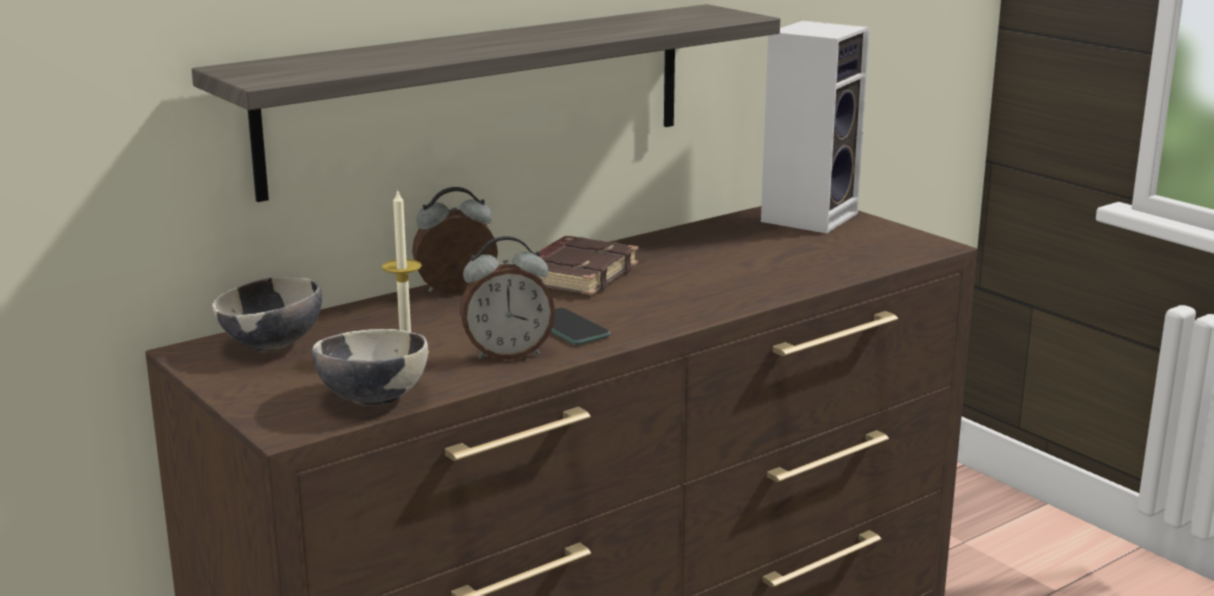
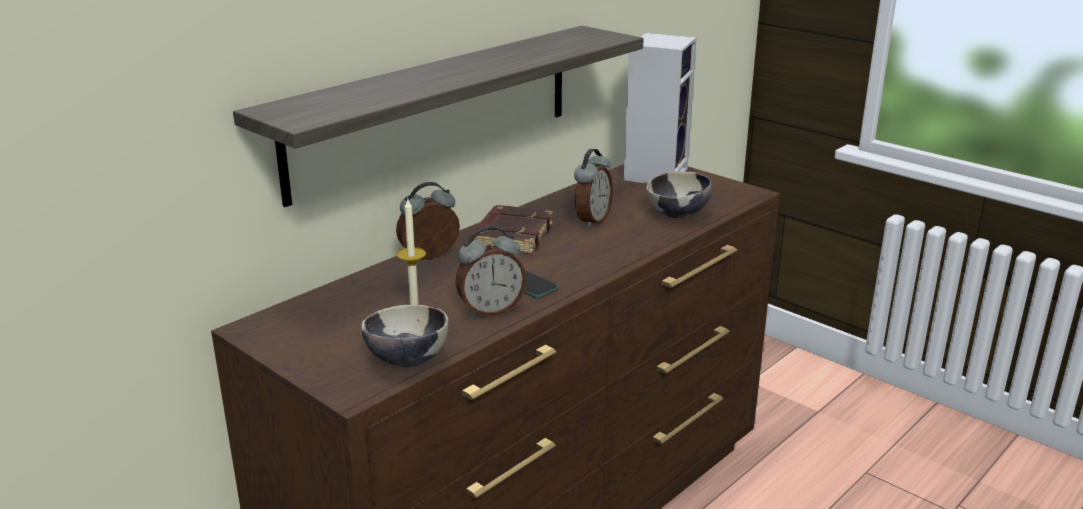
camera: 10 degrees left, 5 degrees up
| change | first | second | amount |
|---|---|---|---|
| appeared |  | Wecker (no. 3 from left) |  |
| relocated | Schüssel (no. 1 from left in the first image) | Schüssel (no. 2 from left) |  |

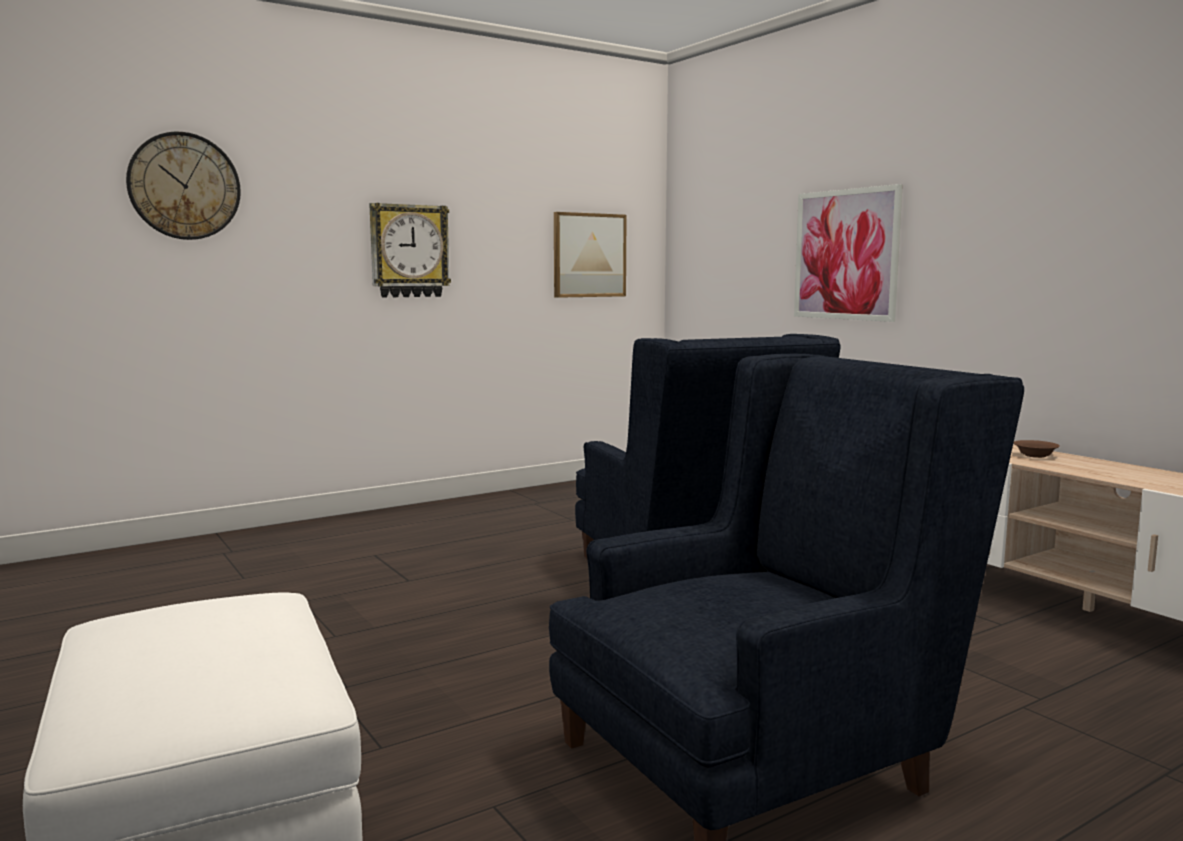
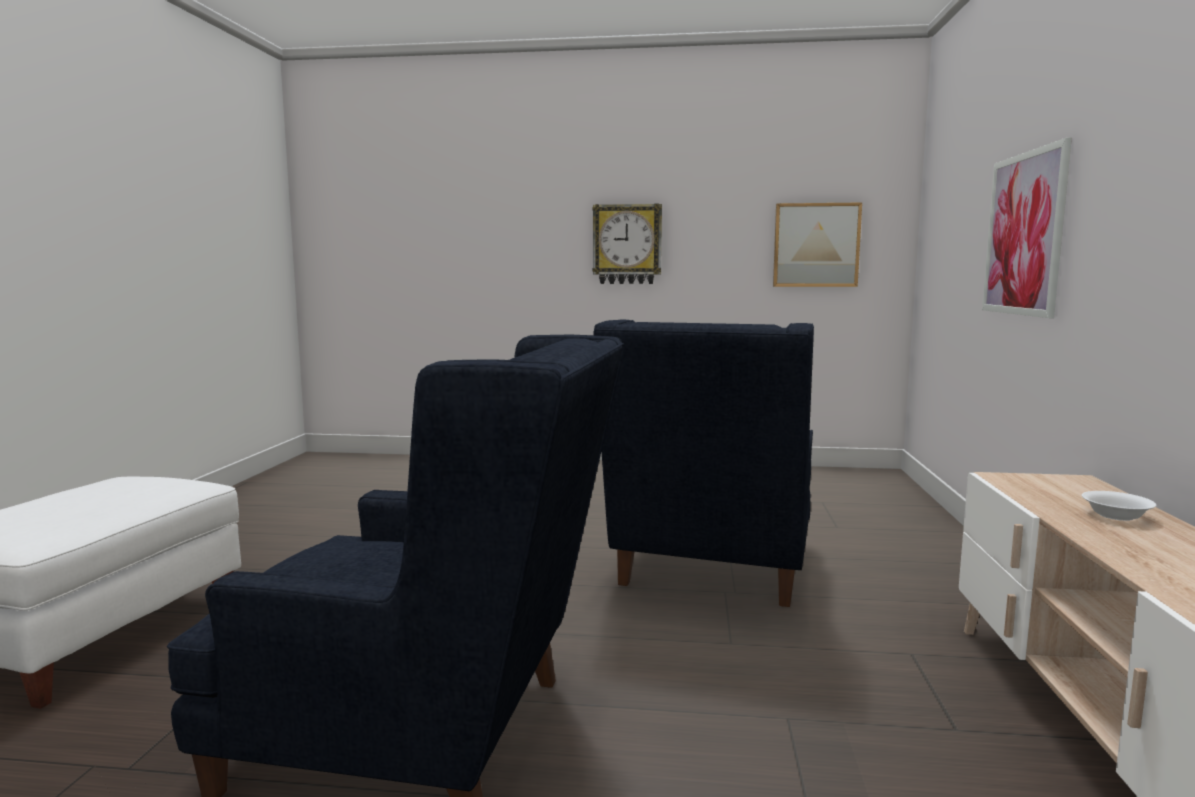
camera: 40 degrees right, 0 degrees up
| change | first | second | amount |
|---|---|---|---|
| missing | Wanduhr (no. 1 from left) |  |  |
| colour | Schüssel [braun] | Schüssel [weiß] |  |

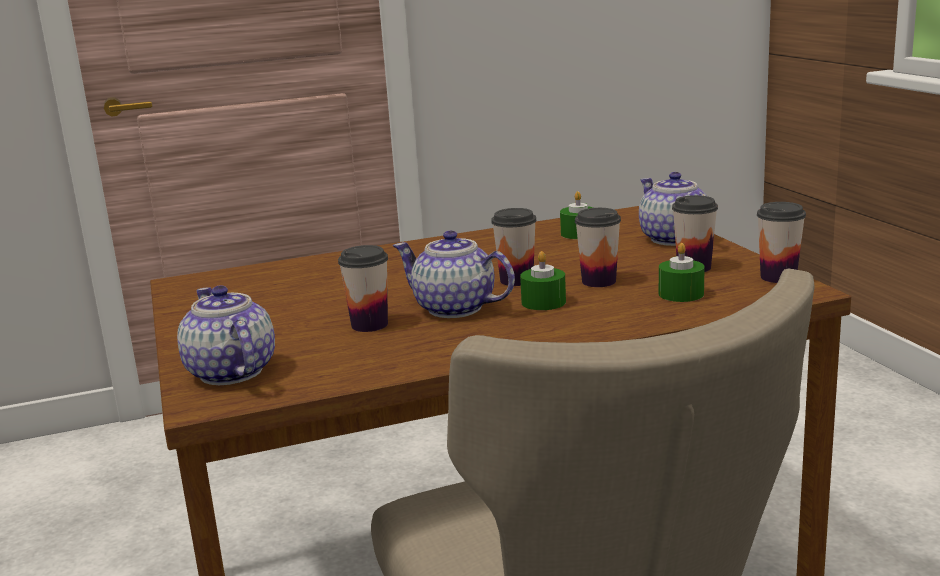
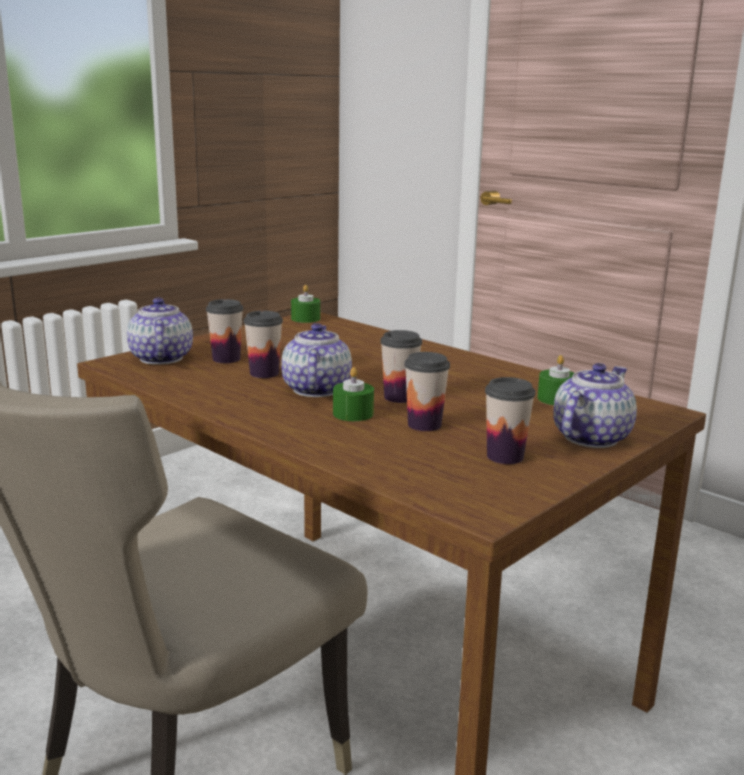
camera: 60 degrees right, 0 degrees up
| change | first | second | amount |
|---|---|---|---|
| relocated | Kerze [grün] (no. 3 from left in the first image) | Kerze [grün] (no. 1 from left) |  |
| relocated | Tasse (no. 5 from left in the first image) | Tasse (no. 1 from left) |  |
| spun | Teekanne (no. 1 from left) |  | 45 degrees counterclockwise |

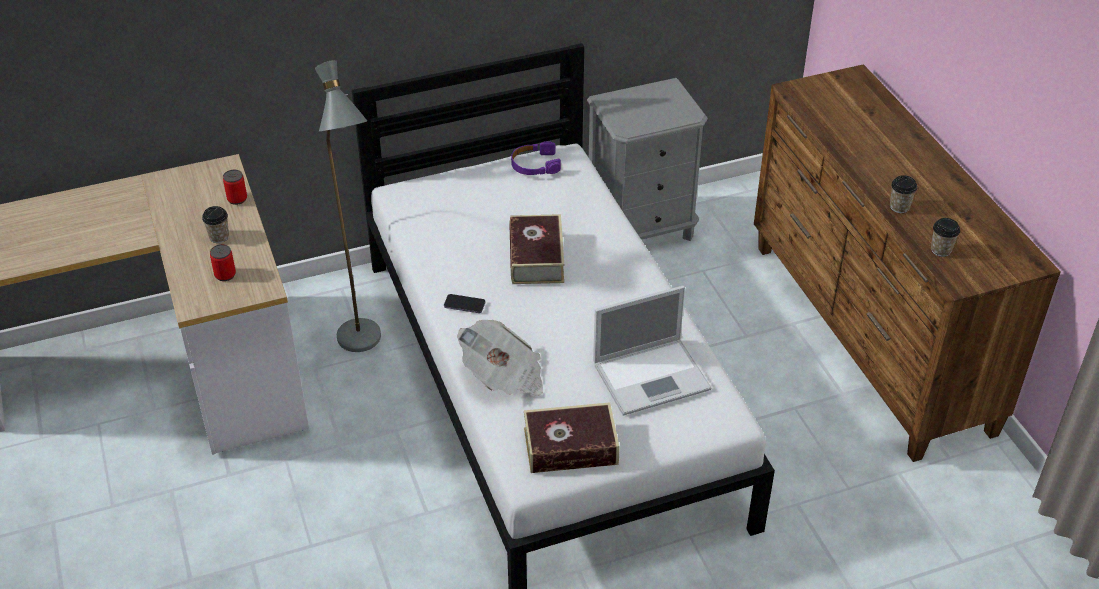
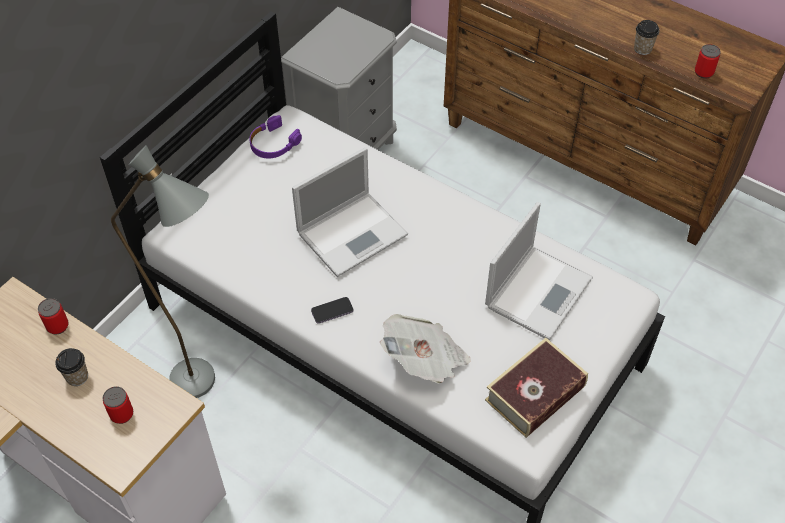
camera: 35 degrees left, 10 degrees up
| change | first | second | amount |
|---|---|---|---|
| exchanged | Buch (no. 1 from left) | Laptop (no. 1 from left) |  |
| exchanged | Tasse (no. 3 from left) | Dose (no. 3 from left) |  |

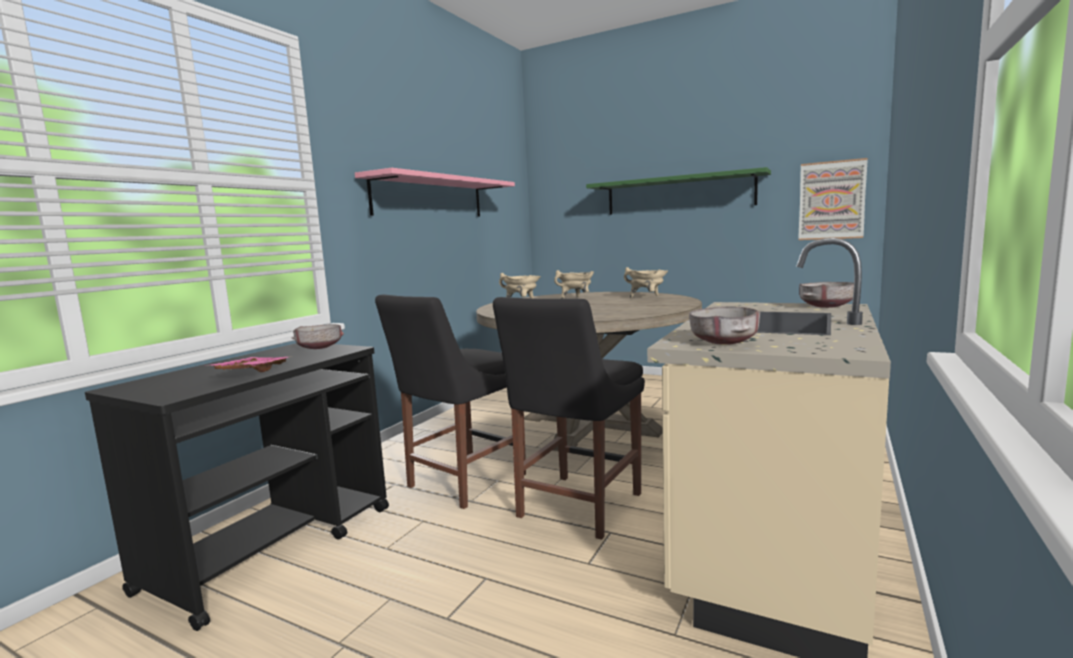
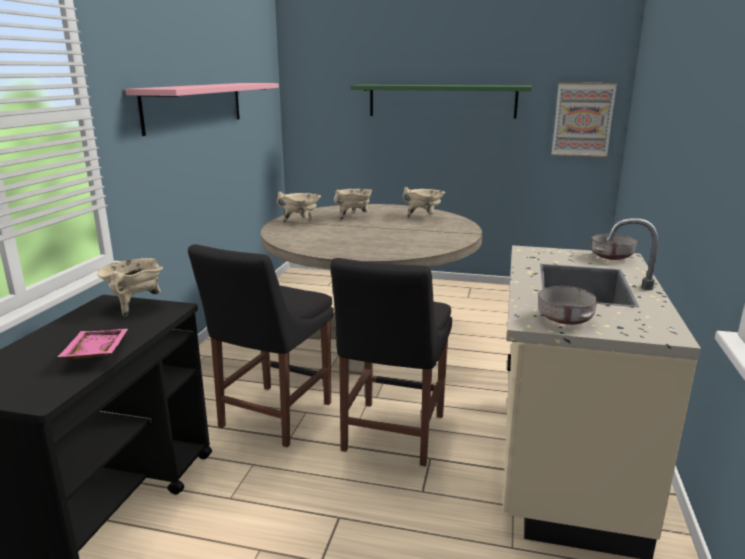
camera: 15 degrees left, 10 degrees up
| change | first | second | amount |
|---|---|---|---|
| exchanged | Schüssel [grau] (no. 1 from left) | Kochtopf [beige] (no. 1 from left) |  |

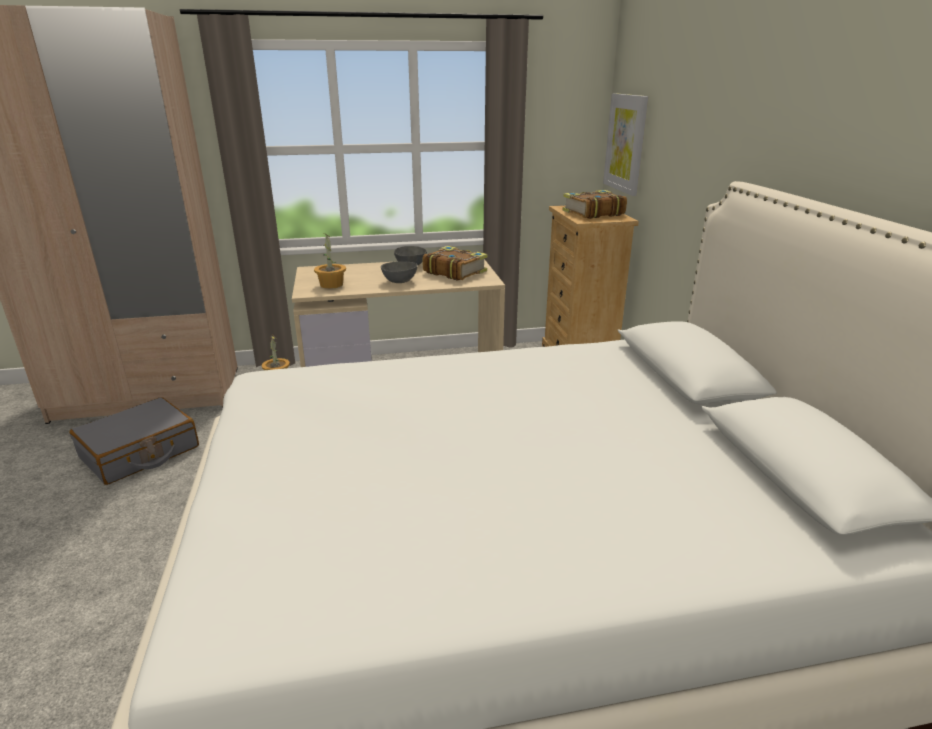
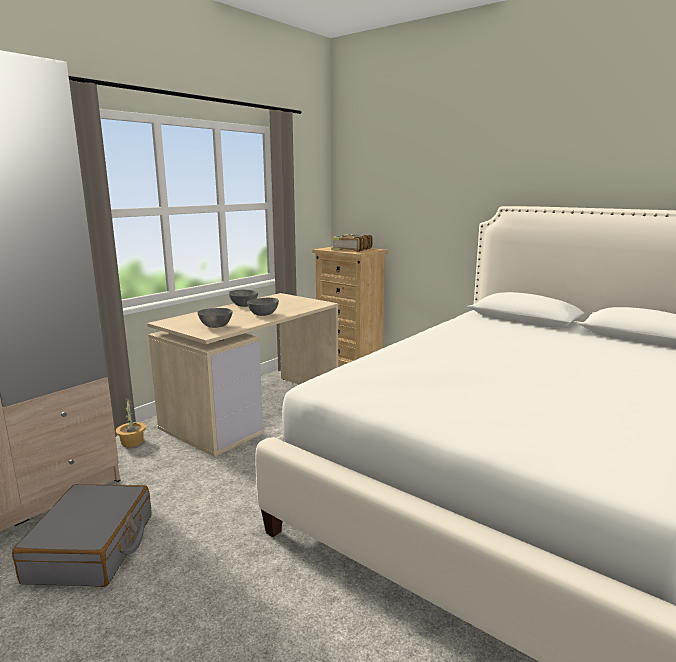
camera: 40 degrees left, 10 degrees down
| change | first | second | amount |
|---|---|---|---|
| missing | Buch (no. 1 from left) |  |  |
| missing | Bild |  |  |
| exchanged | Topfpflanze (no. 2 from left) | Schüssel [grau] (no. 1 from left) |  |

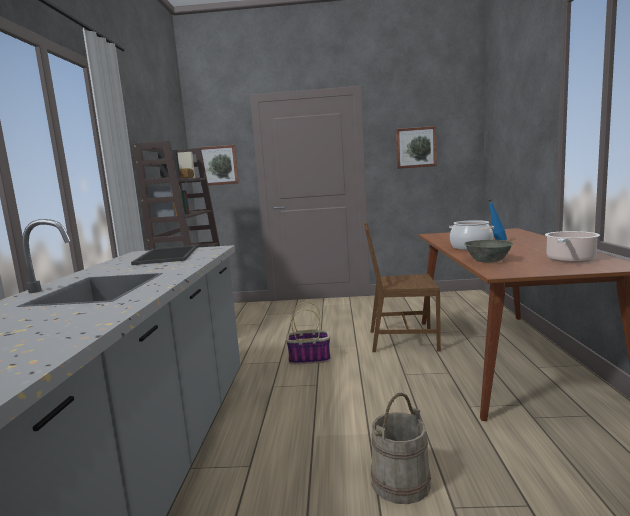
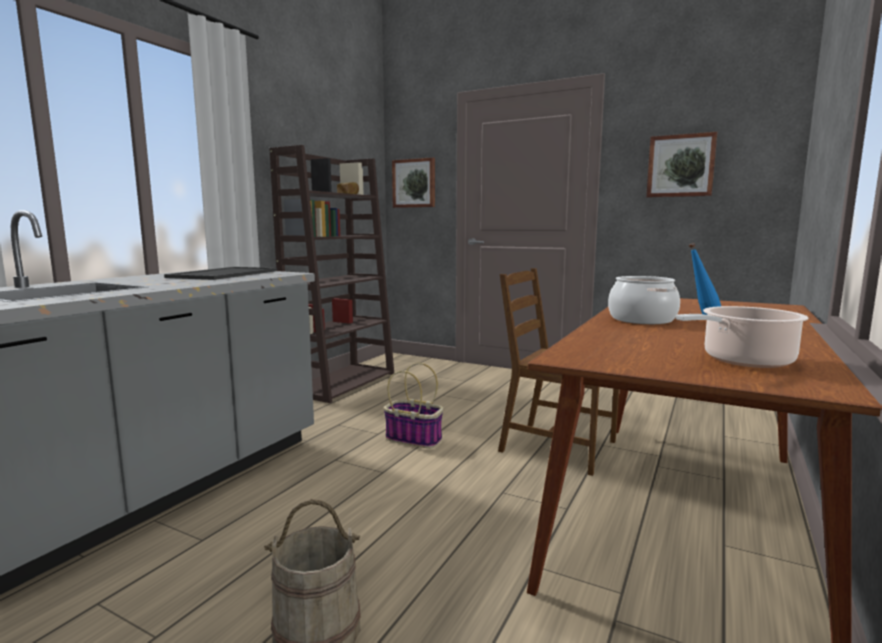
camera: 25 degrees right, 0 degrees up
| change | first | second | amount |
|---|---|---|---|
| missing | Schüssel [grau] |  |  |

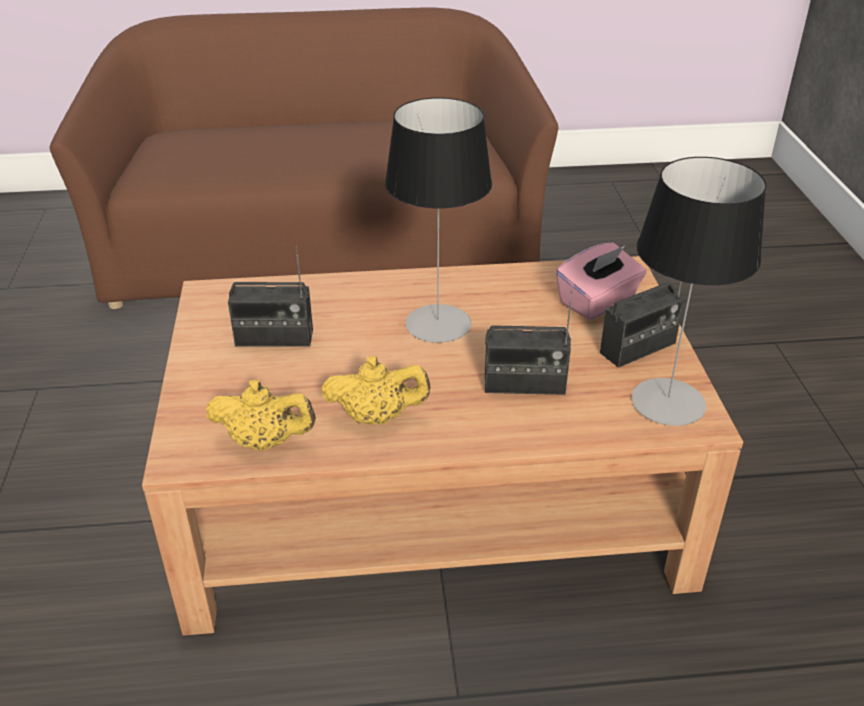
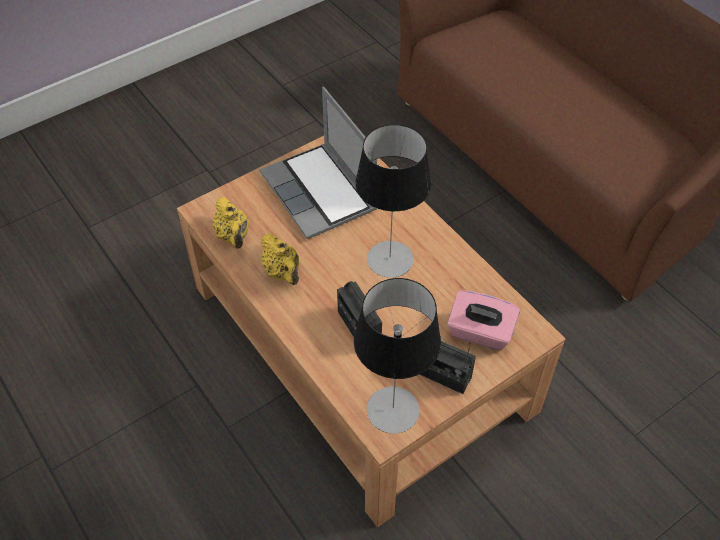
camera: 60 degrees right, 15 degrees up
| change | first | second | amount |
|---|---|---|---|
| exchanged | Radio (no. 1 from left) | Laptop |  |

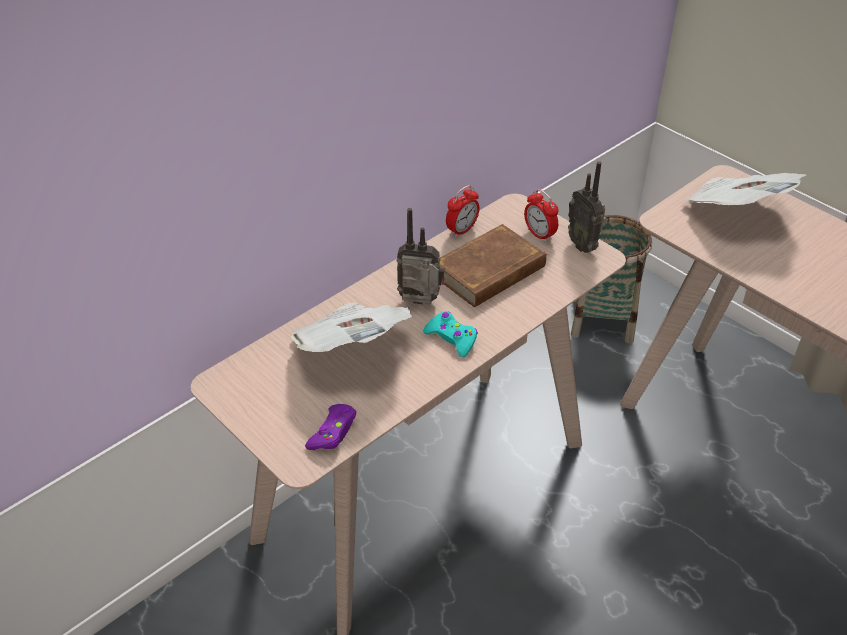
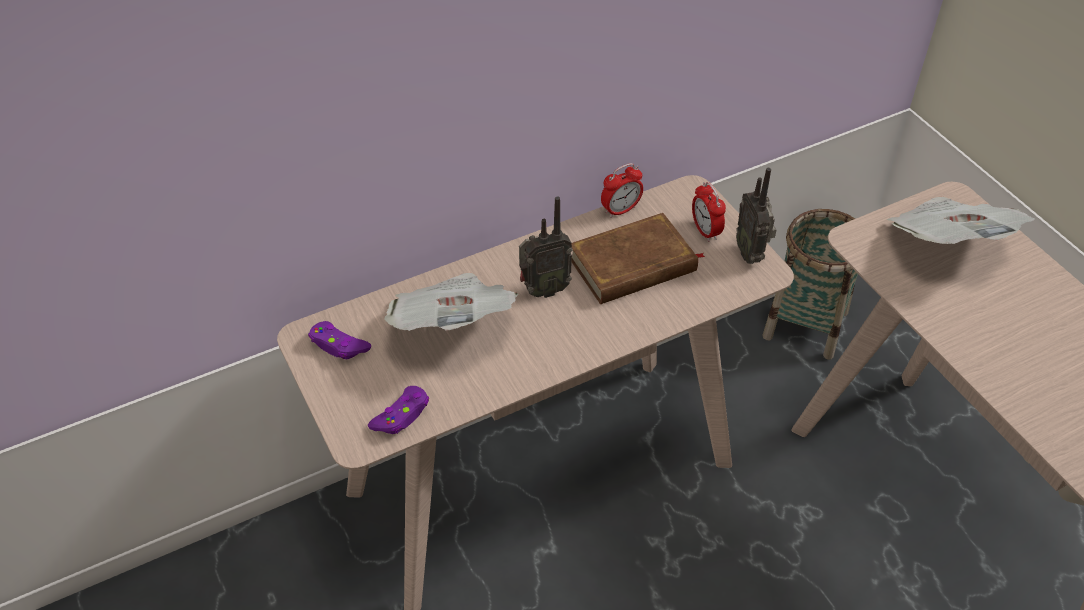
camera: 15 degrees right, 5 degrees up
| change | first | second | amount |
|---|---|---|---|
| missing | Gamepad [türkis] |  |  |
| appeared |  | Gamepad [lila] (no. 1 from left) |  |
| spun | Radio (no. 1 from left) |  | 135 degrees clockwise |

